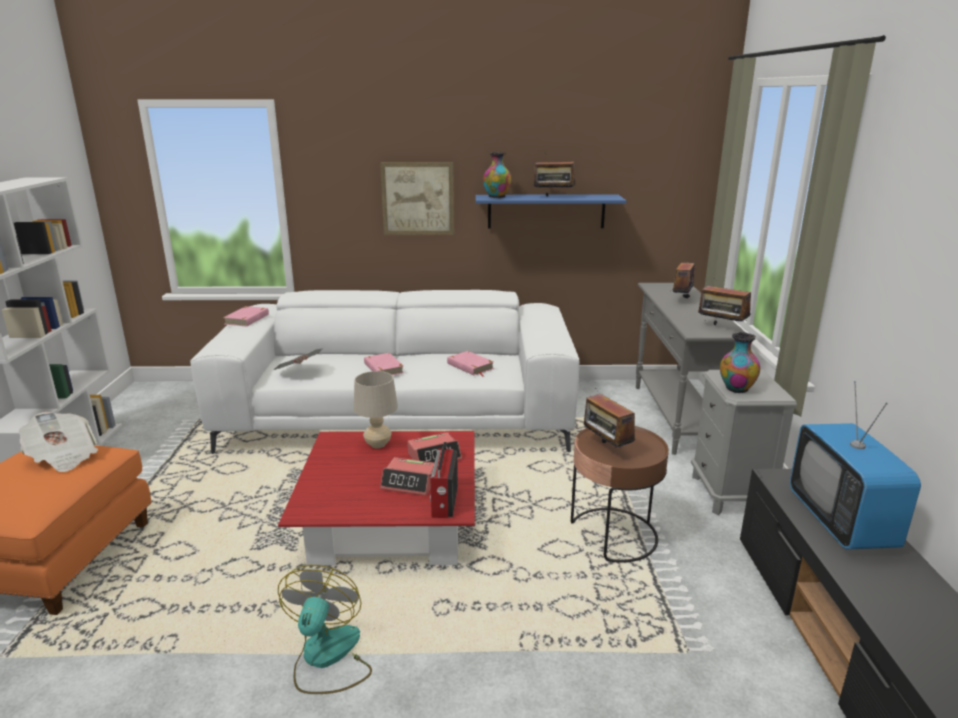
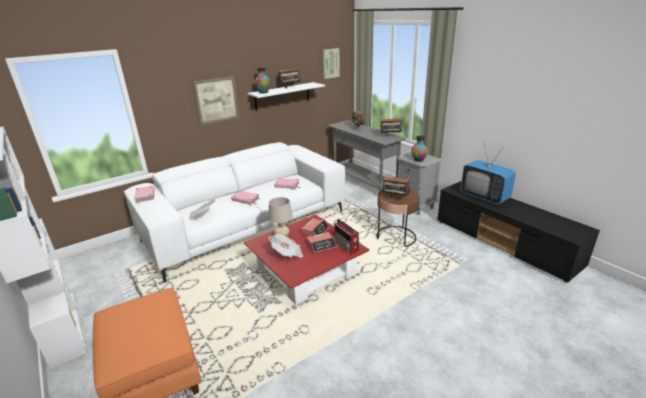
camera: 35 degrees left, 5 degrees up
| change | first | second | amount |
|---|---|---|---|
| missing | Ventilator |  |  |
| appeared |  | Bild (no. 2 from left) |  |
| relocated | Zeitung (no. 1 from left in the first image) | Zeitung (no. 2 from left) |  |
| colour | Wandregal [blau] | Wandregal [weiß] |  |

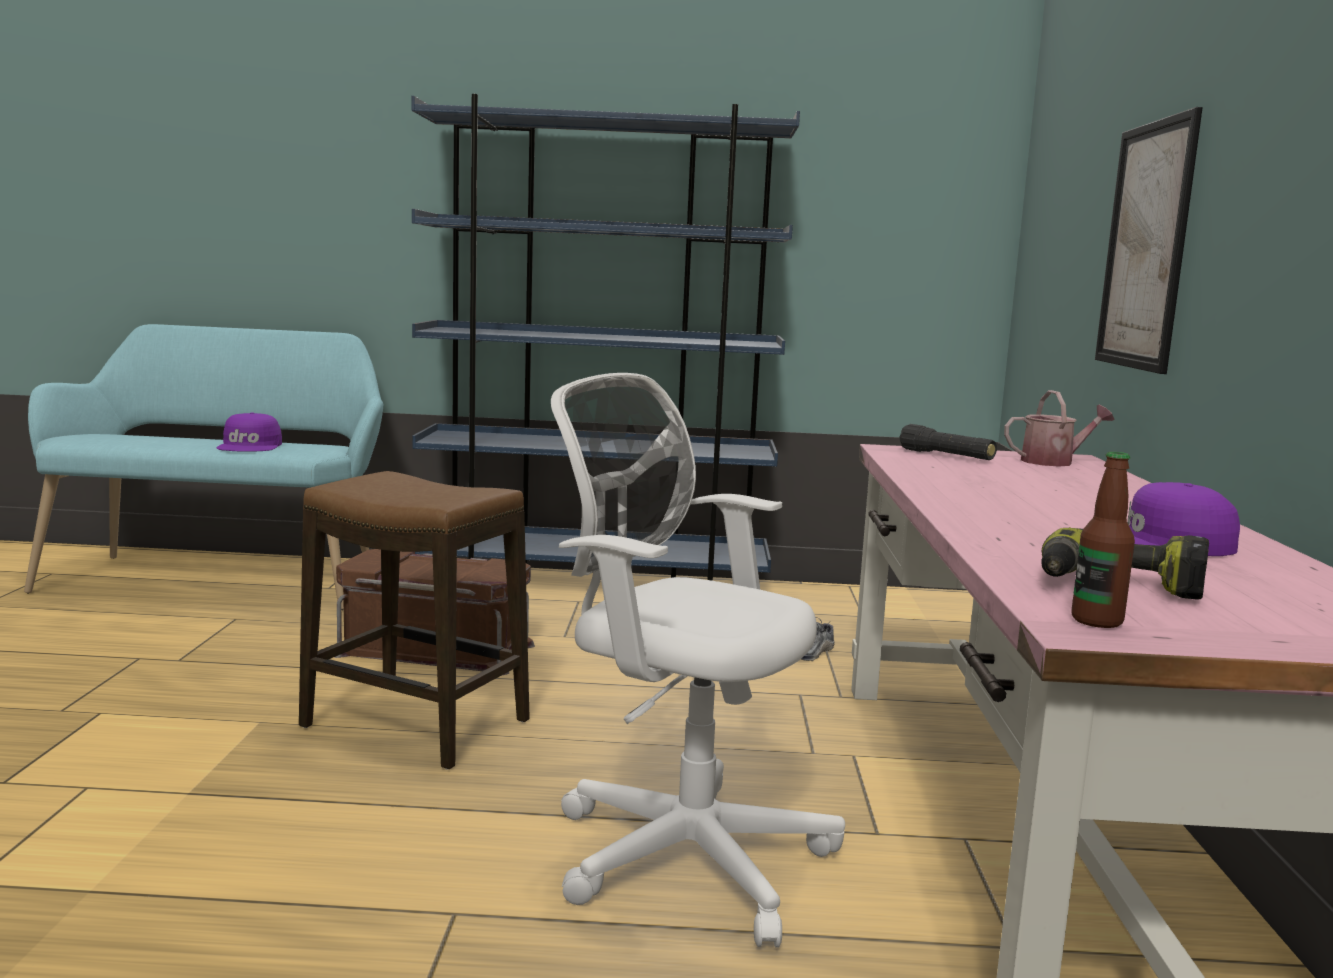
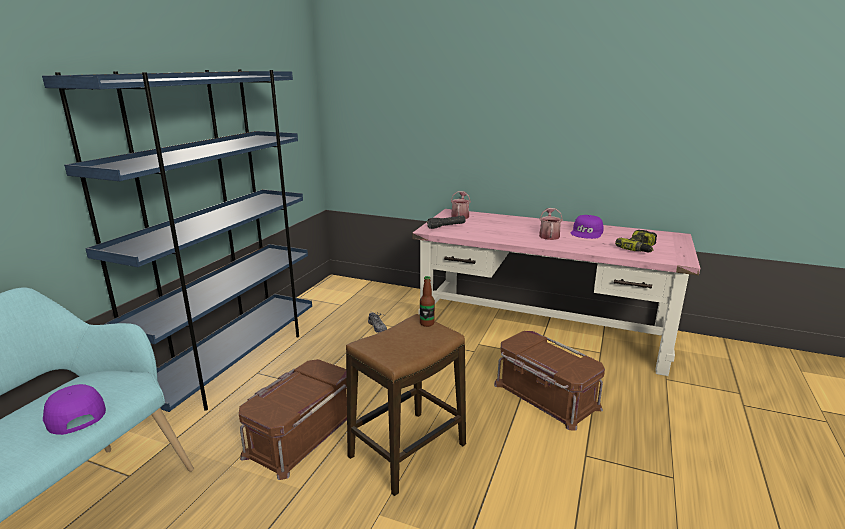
camera: 70 degrees left, 10 degrees up
| change | first | second | amount |
|---|---|---|---|
| missing | Bild |  |  |
| appeared |  | Gießkanne (no. 2 from left) |  |
| relocated | Flasche |  |  |
| exchanged | Bürostuhl [weiß] | Aufbewahrungsbox [braun] (no. 2 from left) |  |
| spun | Kappe [lila] (no. 1 from left) |  | 150 degrees counterclockwise |

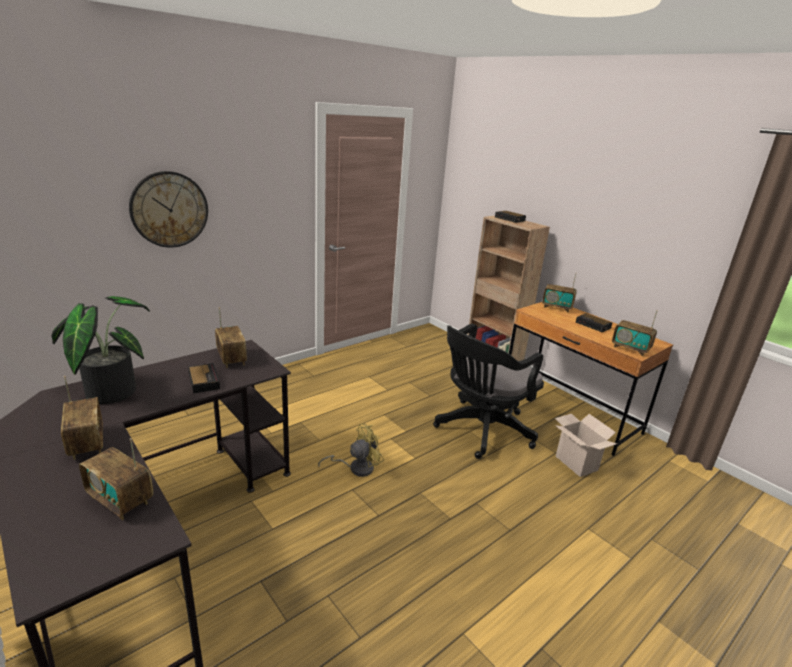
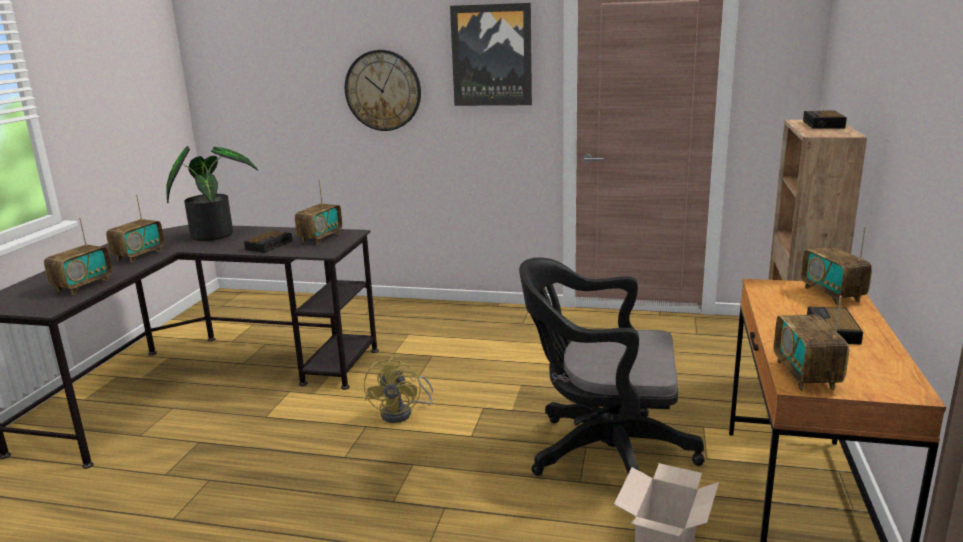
camera: 55 degrees right, 5 degrees down
| change | first | second | amount |
|---|---|---|---|
| appeared |  | Bild |  |
| spun | Radio (no. 2 from left in the first image) | Radio (no. 1 from left) | 150 degrees counterclockwise |
| spun | Ventilator [gelb] |  | 75 degrees clockwise |

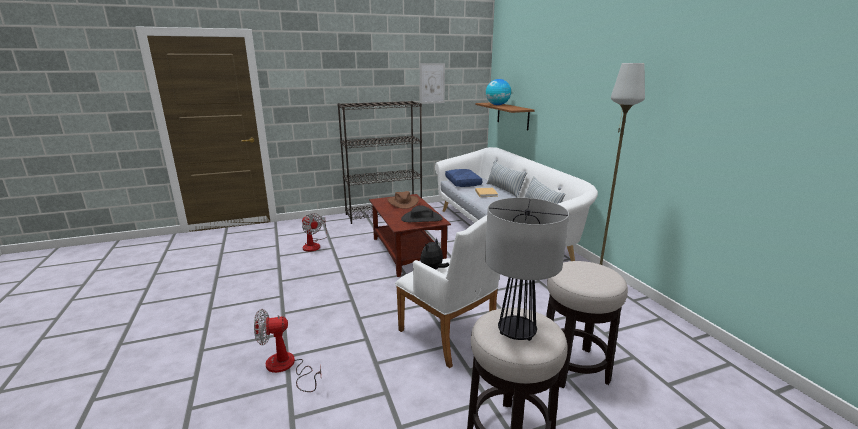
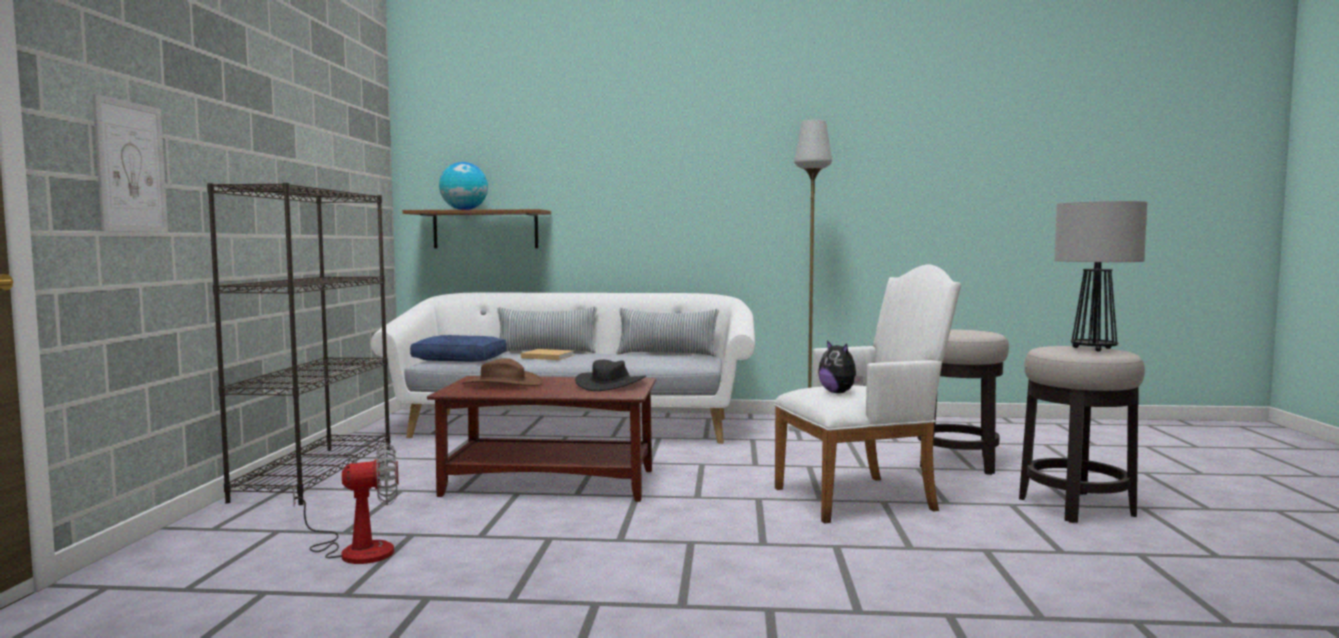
camera: 65 degrees left, 15 degrees down
| change | first | second | amount |
|---|---|---|---|
| missing | Ventilator (no. 1 from left) |  |  |
| relocated | Bild |  |  |

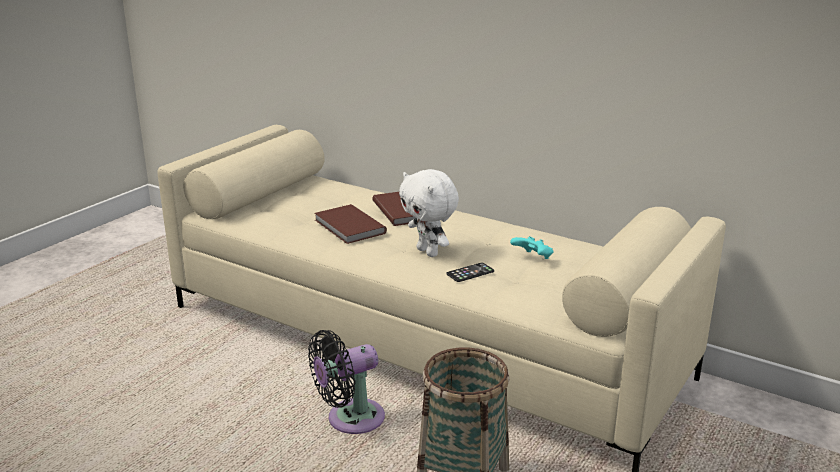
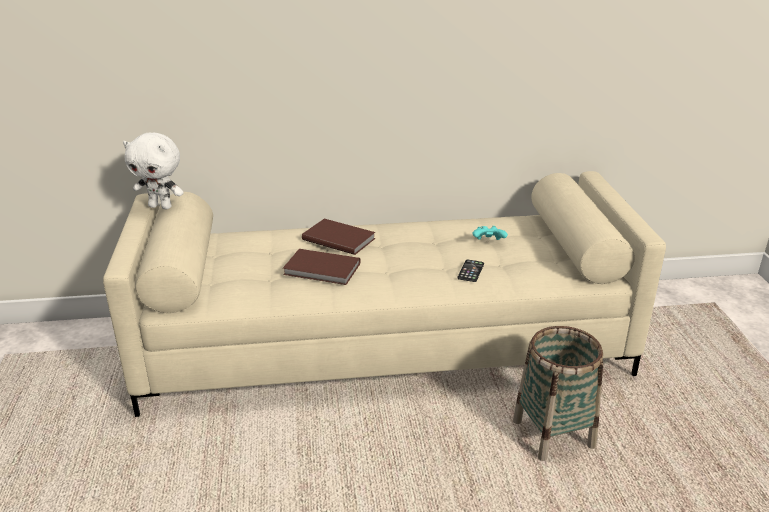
camera: 40 degrees left, 5 degrees up
| change | first | second | amount |
|---|---|---|---|
| missing | Ventilator [schwarz] |  |  |
| relocated | Plüschtier [weiß] |  |  |

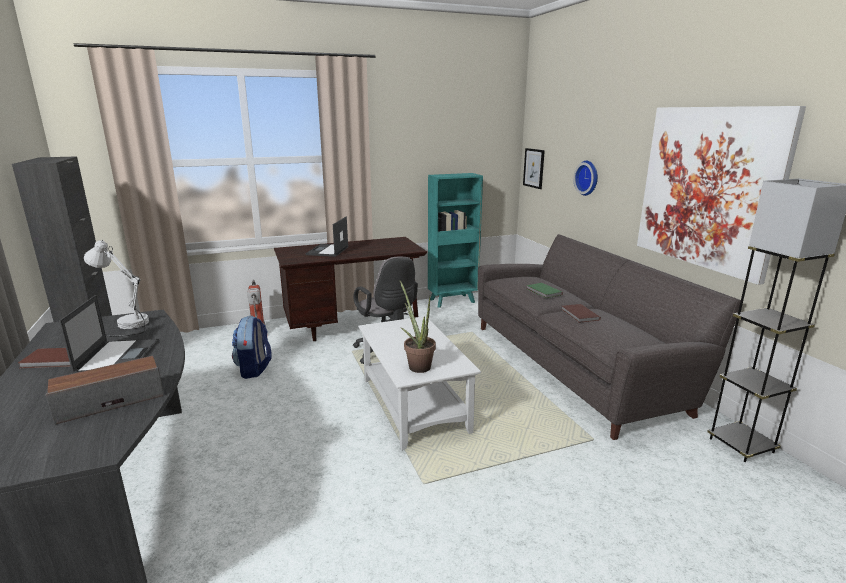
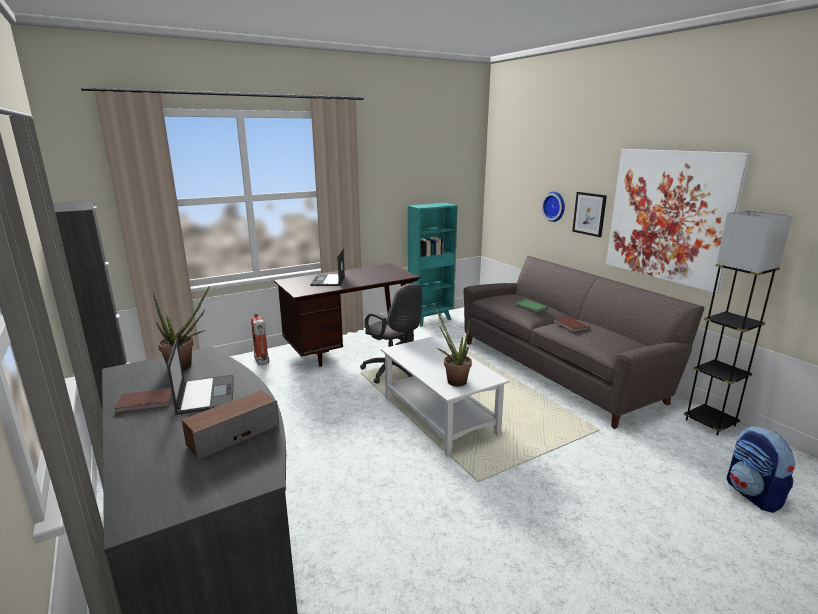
camera: 10 degrees left, 0 degrees up
| change | first | second | amount |
|---|---|---|---|
| relocated | Rucksack |  |  |
| relocated | Bild (no. 1 from left) |  |  |
| exchanged | Tischlampe [weiß] | Topfpflanze (no. 1 from left) |  |

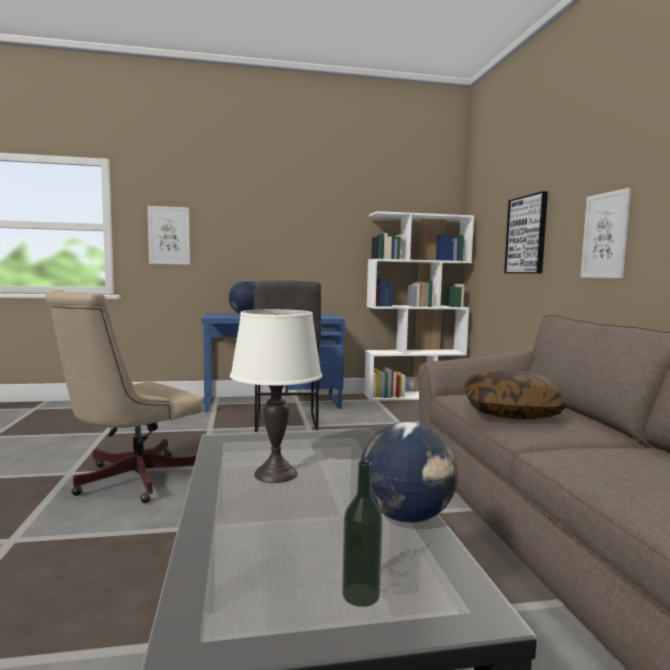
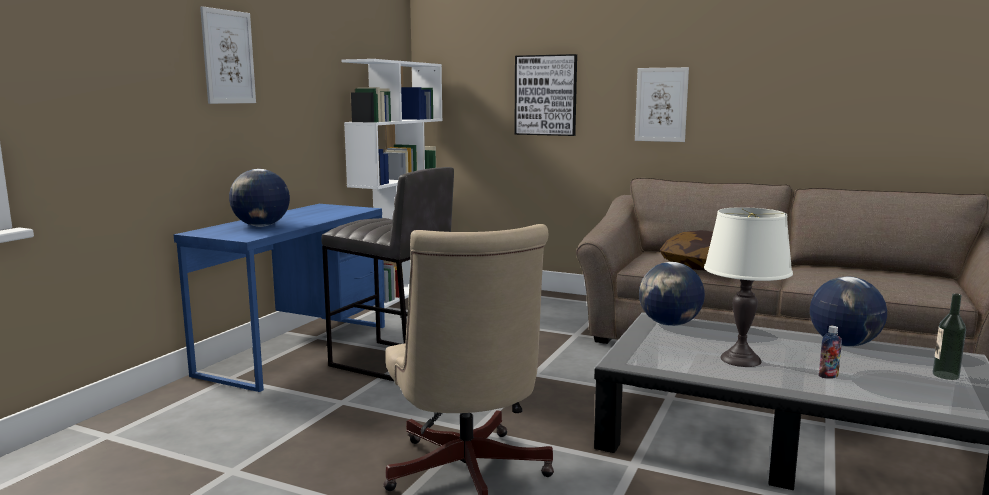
camera: 55 degrees left, 5 degrees up
| change | first | second | amount |
|---|---|---|---|
| appeared |  | Globus (no. 2 from left) |  |
| appeared |  | Flasche (no. 1 from left) |  |
| relocated | Bild (no. 1 from left) |  |  |

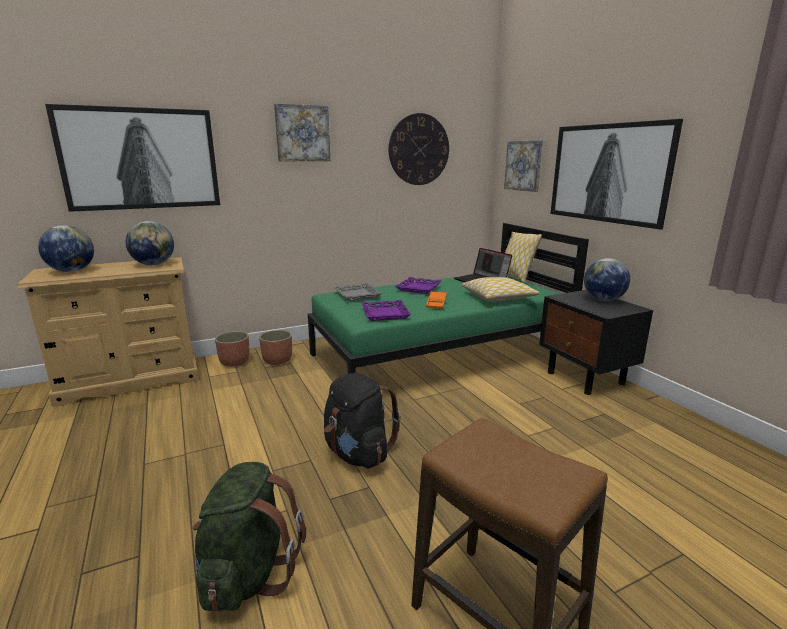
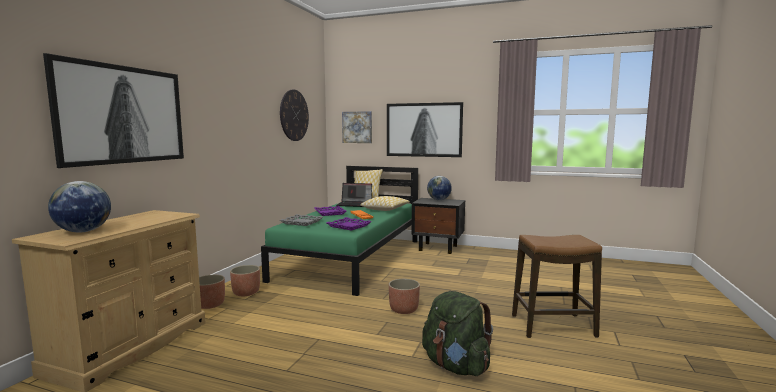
camera: 45 degrees left, 10 degrees down
| change | first | second | amount |
|---|---|---|---|
| missing | Globus (no. 2 from left) |  |  |
| missing | Bild (no. 2 from left) |  |  |
| exchanged | Rucksack [schwarz] | Pflanzkübel (no. 3 from left) |  |

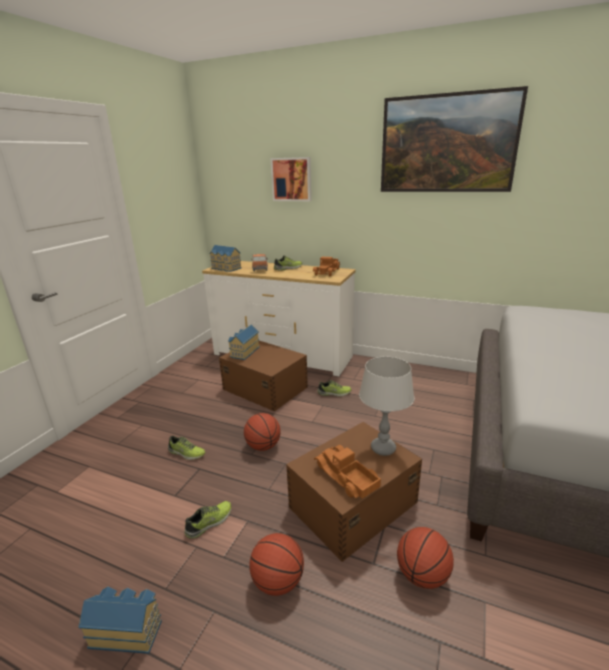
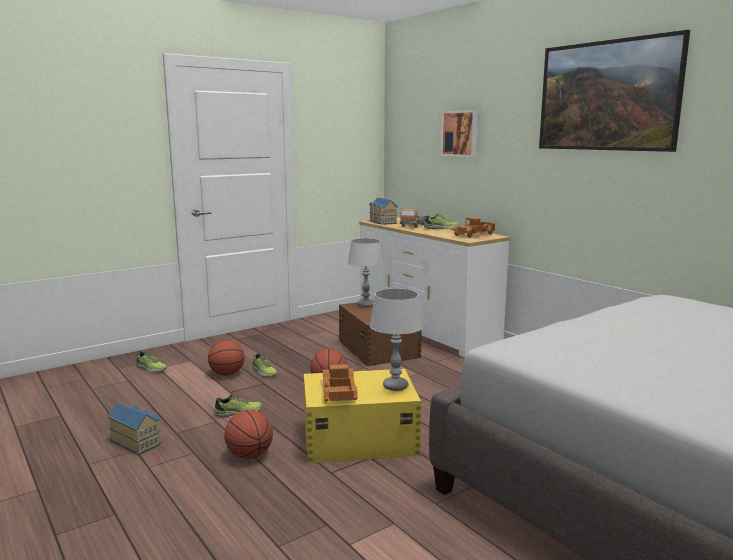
camera: 30 degrees right, 10 degrees down
| change | first | second | amount |
|---|---|---|---|
| relocated | Schuh (no. 4 from left in the first image) | Schuh (no. 1 from left) |  |
| relocated | Basketball (no. 3 from left in the first image) | Basketball (no. 1 from left) |  |
| exchanged | Spielzeughaus (no. 3 from left) | Tischlampe [grau] (no. 1 from left) |  |
| colour | Aufbewahrungsbox [braun] (no. 2 from left) | Aufbewahrungsbox [gelb] |  |

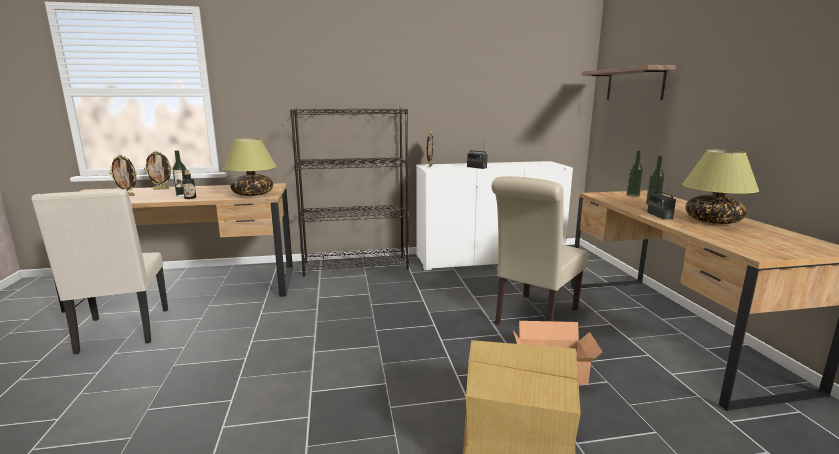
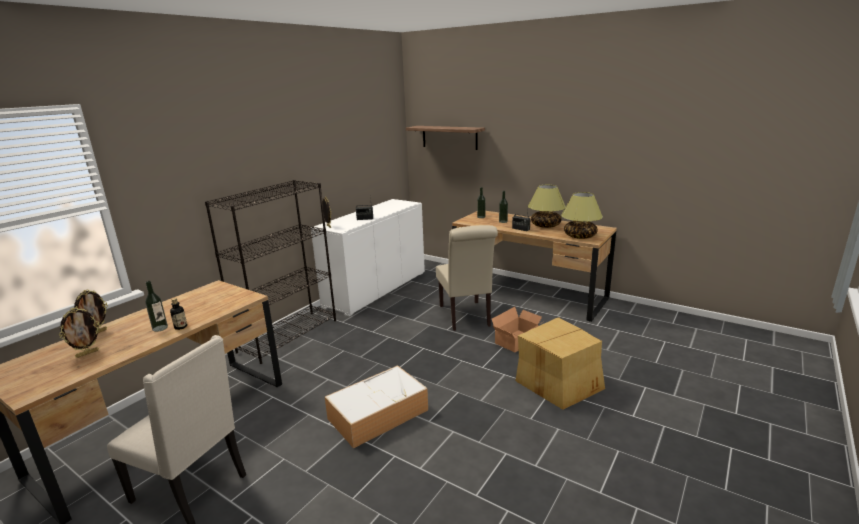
camera: 45 degrees left, 5 degrees up
| change | first | second | amount |
|---|---|---|---|
| appeared |  | Aufbewahrungsbox |  |
| relocated | Tischlampe (no. 1 from left in the first image) | Tischlampe (no. 2 from left) |  |

